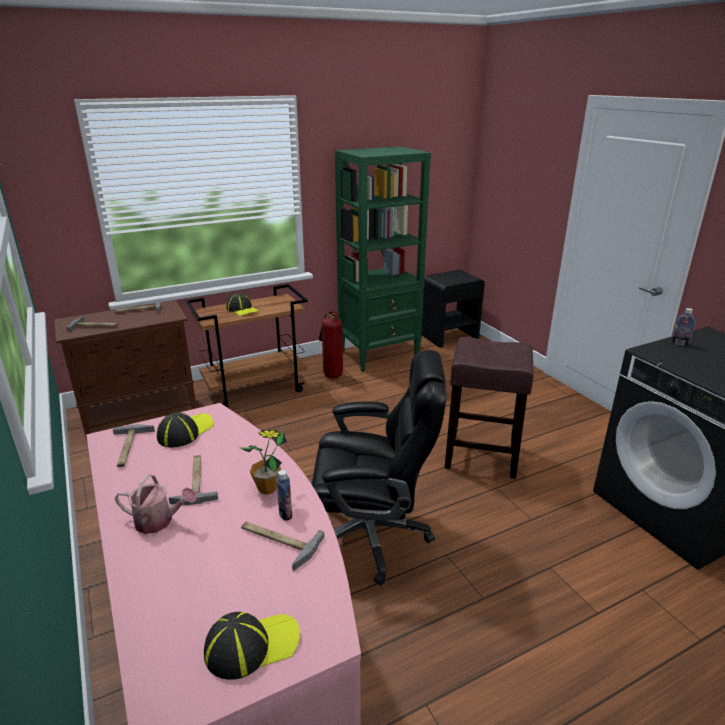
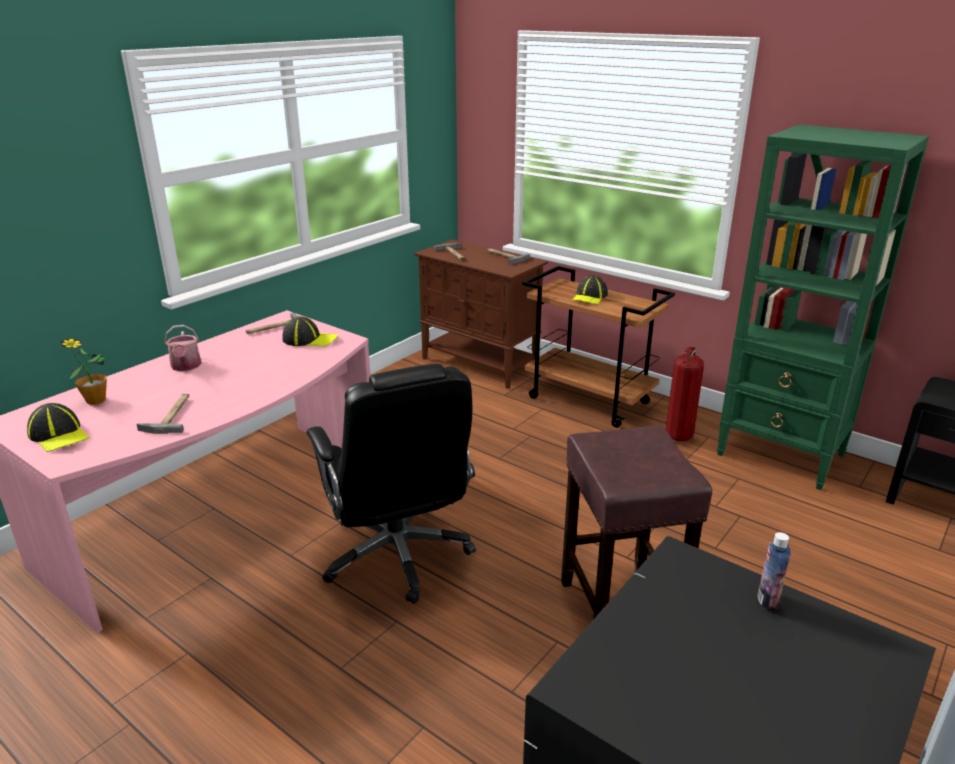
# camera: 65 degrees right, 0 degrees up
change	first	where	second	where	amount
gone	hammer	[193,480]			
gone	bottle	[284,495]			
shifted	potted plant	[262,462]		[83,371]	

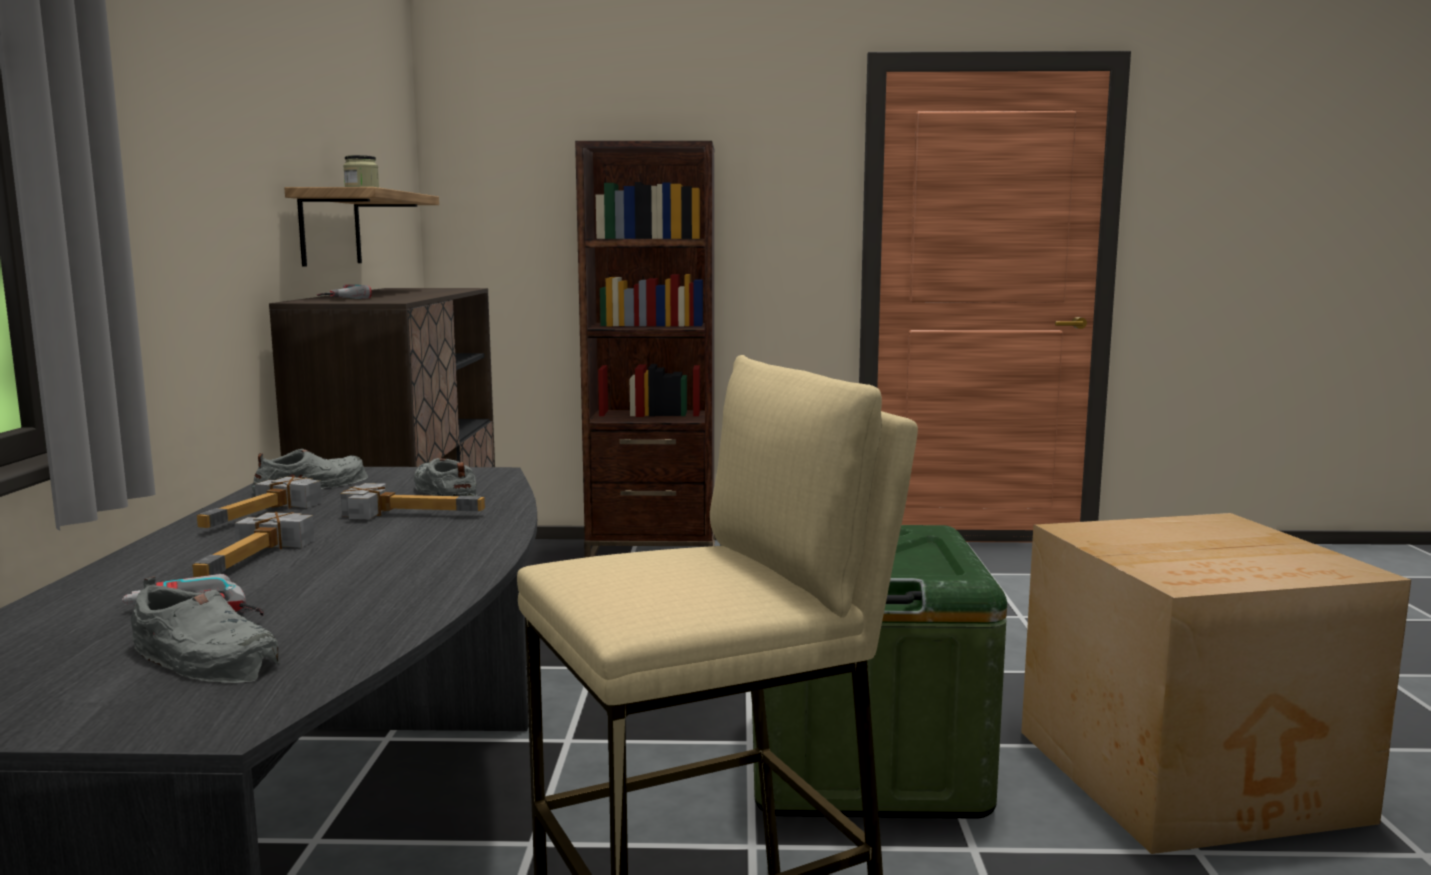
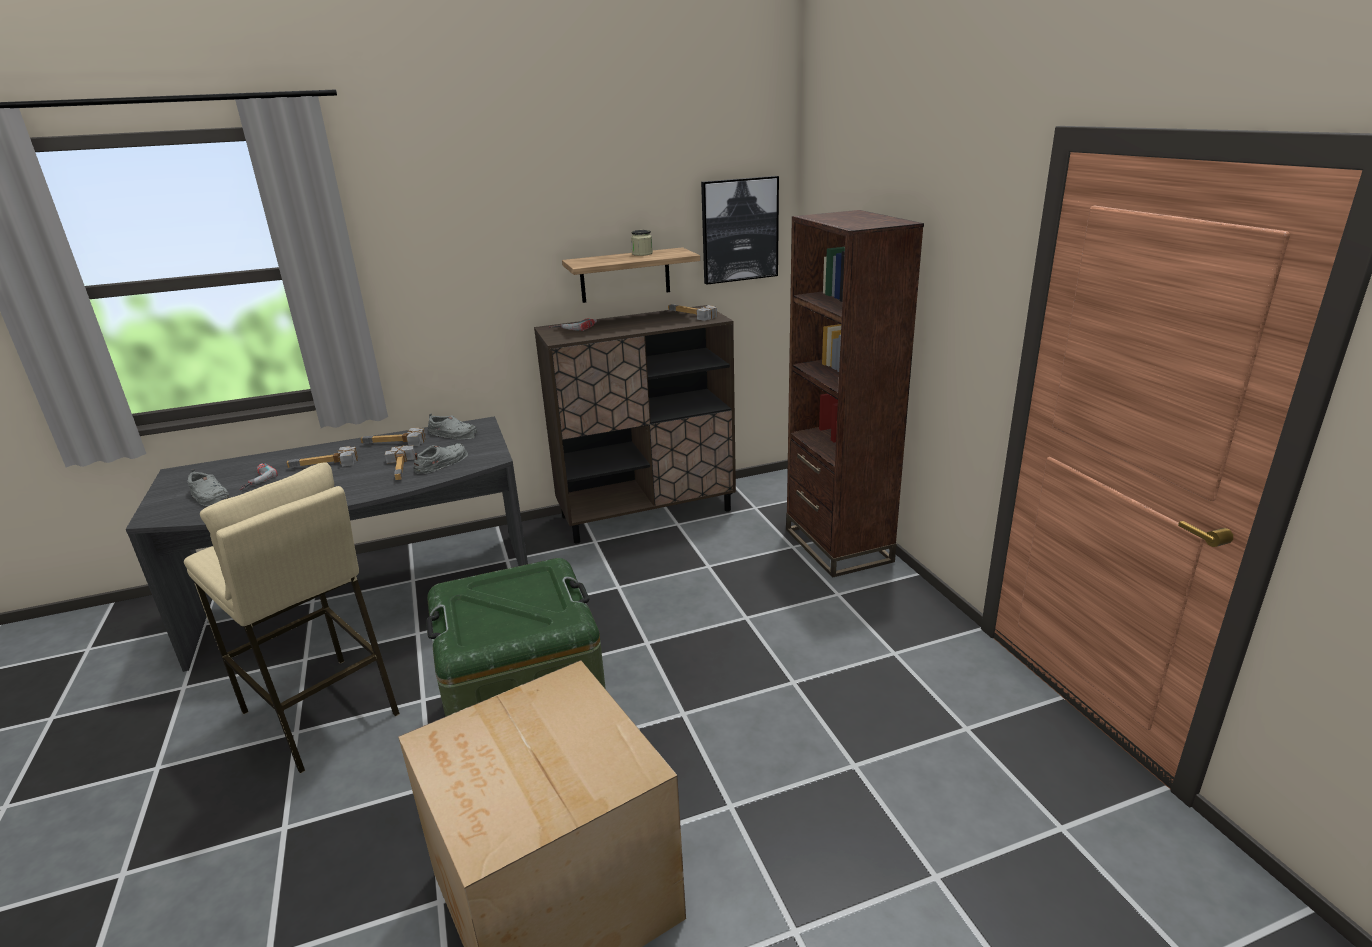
# camera: 70 degrees right, 15 degrees up
change	first	where	second	where	amount
new			hammer	[692,312]	
new			picture	[740,230]	
rotated	grey shoe	[204,629]		[208,487]	60 degrees counterclockwise

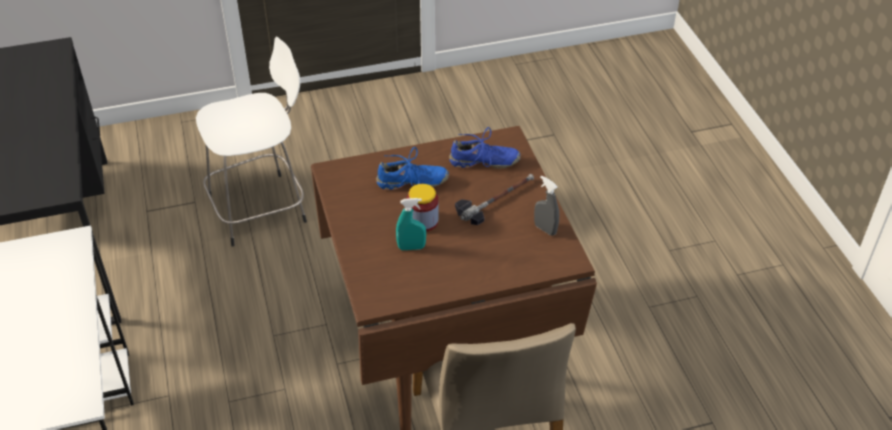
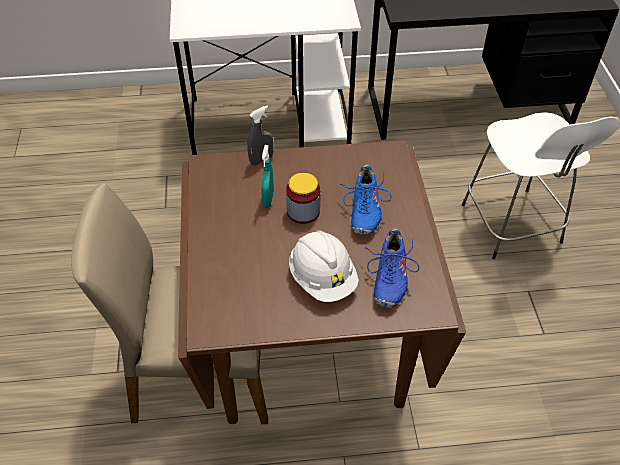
# camera: 100 degrees right, 5 degrees up
change	first	where	second	where	amount
shifted	grey spray bottle	[546,205]		[260,136]	
swapped	hammer	[494,199]	white hard hat	[324,266]	

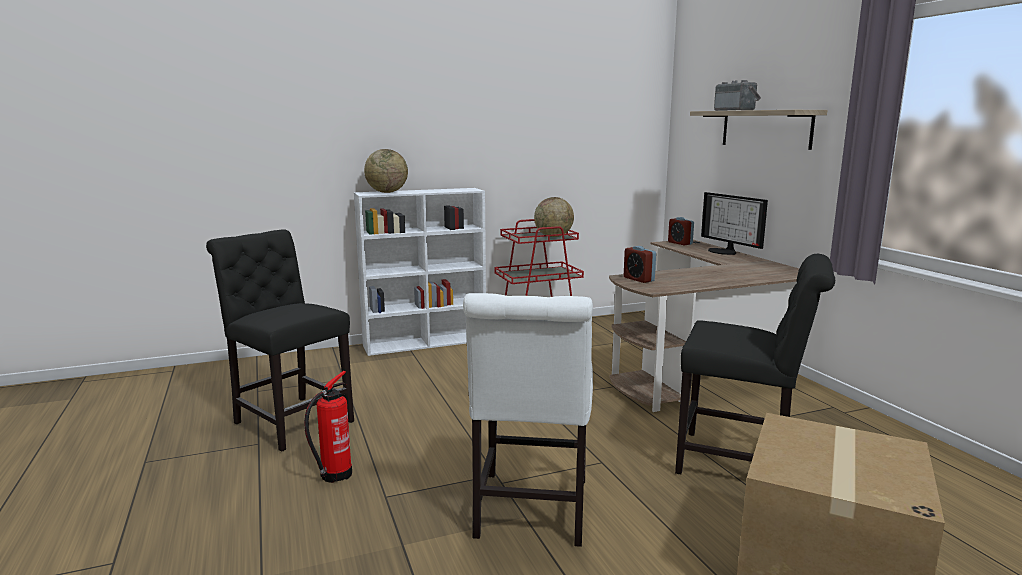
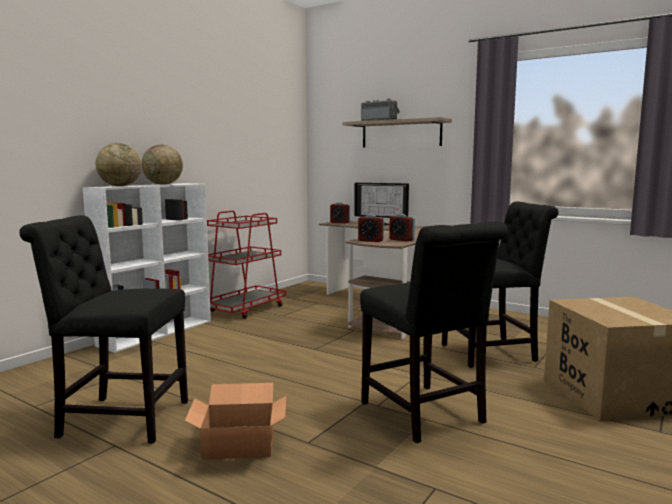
# camera: 35 degrees left, 5 degrees down
change	first	where	second	where	amount
new			alarm clock	[402,228]	
shifted	globe	[554,217]		[162,165]	
swapped	fire extinguisher	[328,427]	cardboard box	[235,421]	
repainted	white chair	[528,420]	black chair	[434,332]	

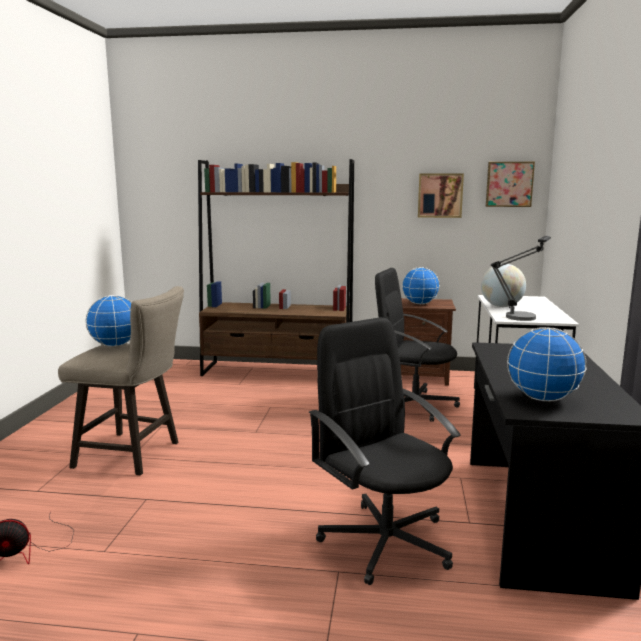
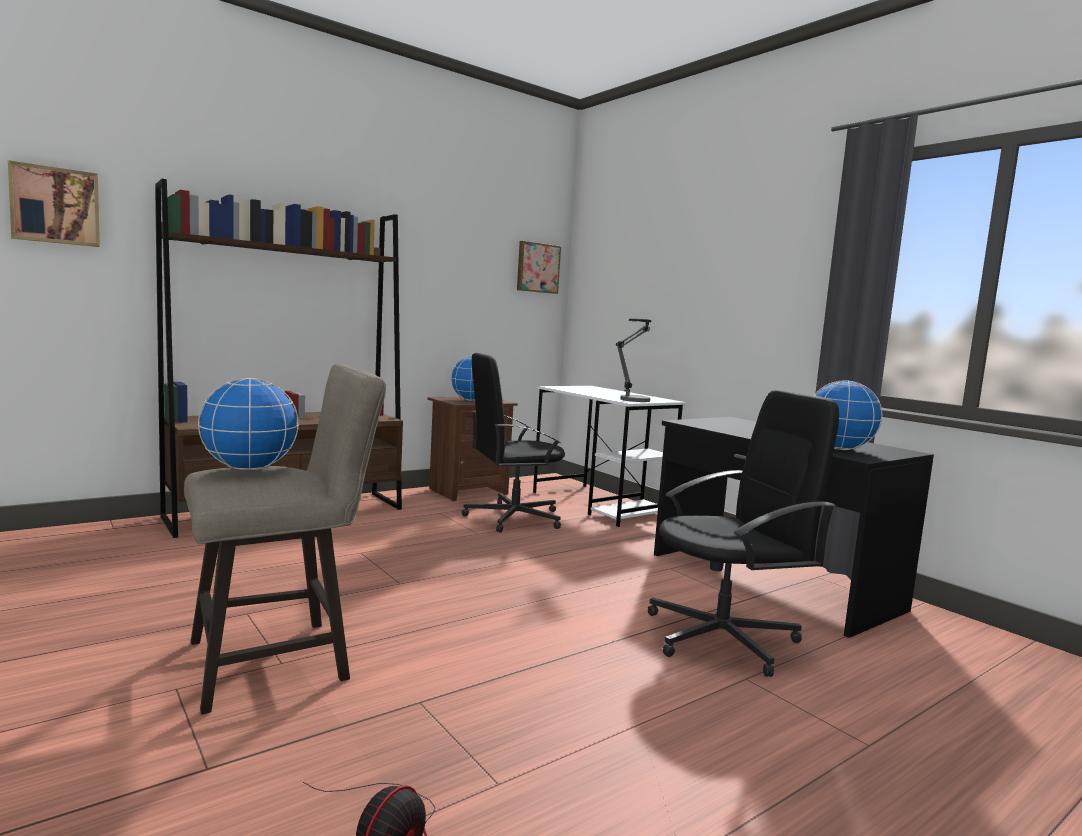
# camera: 45 degrees left, 5 degrees down
change	first	where	second	where	amount
gone	globe	[503,285]			
shifted	picture	[441,195]		[54,203]	
rotated	black office chair	[384,451]		[743,533]	150 degrees clockwise

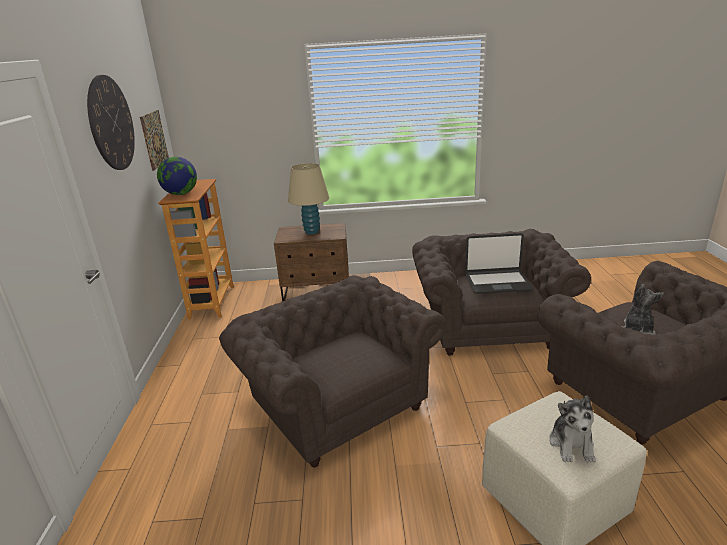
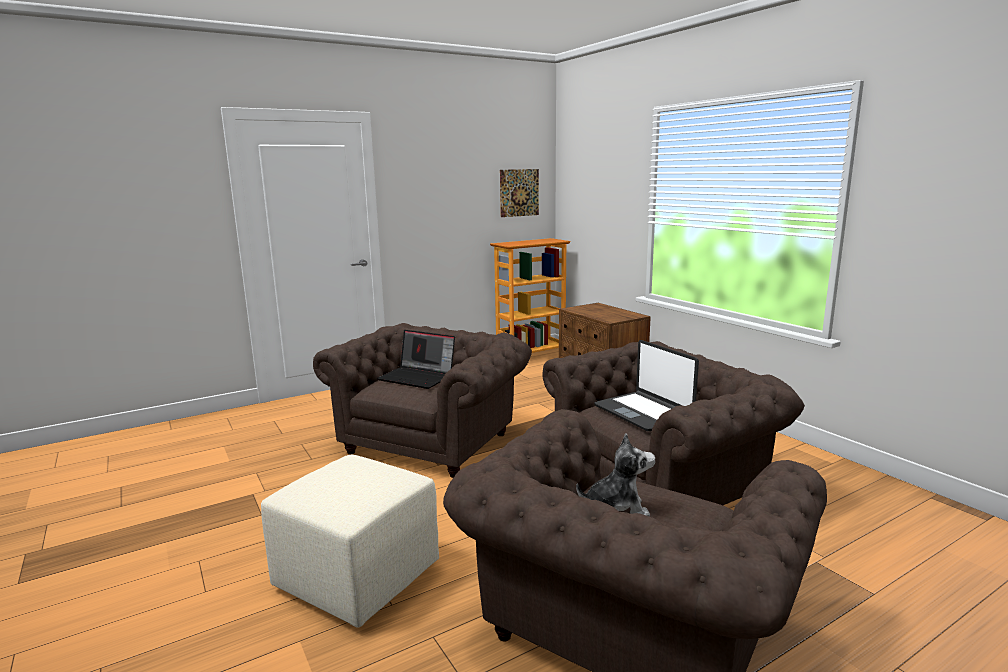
# camera: 60 degrees right, 10 degrees down
change	first	where	second	where	amount
gone	wall clock	[111,122]			
gone	globe	[177,176]			
gone	beige table lamp	[308,198]			
gone	plush toy	[572,429]			
new			laptop	[416,359]	

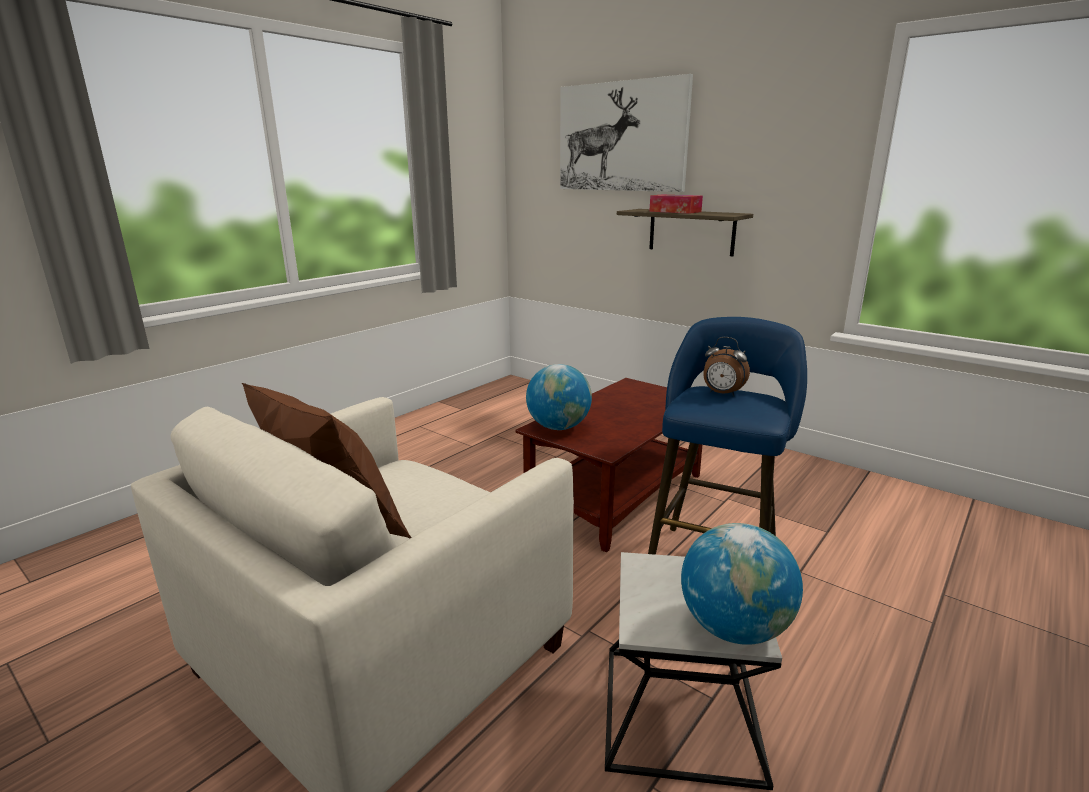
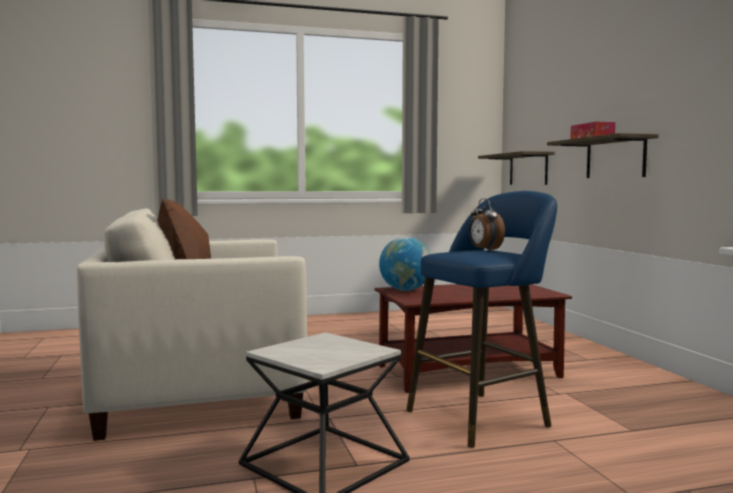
# camera: 35 degrees right, 15 degrees down
change	first	where	second	where	amount
gone	picture	[626,133]			
gone	globe	[742,584]			
new			shelf	[516,168]	

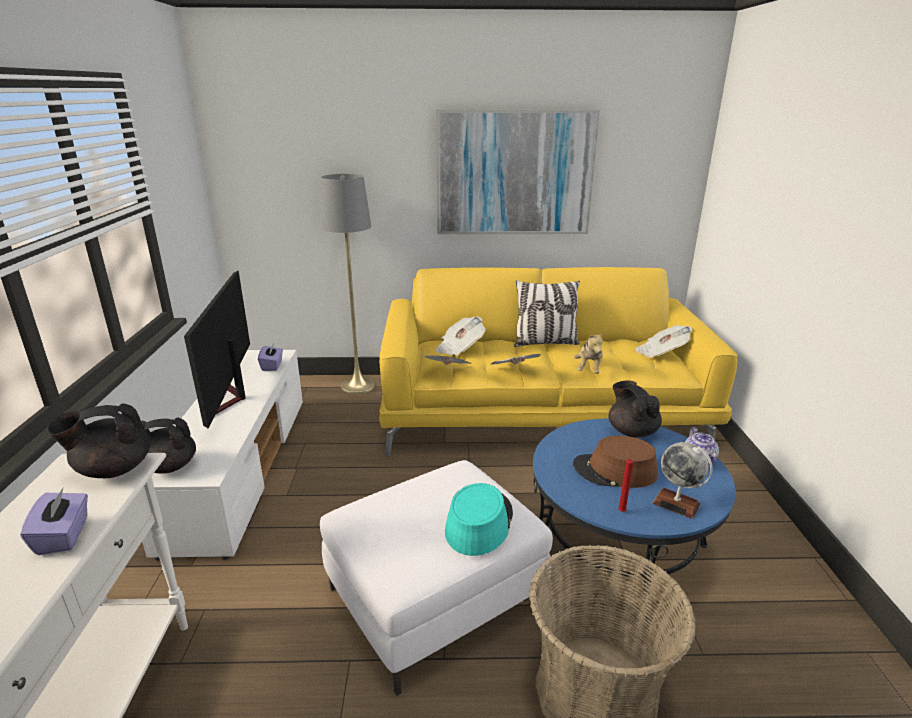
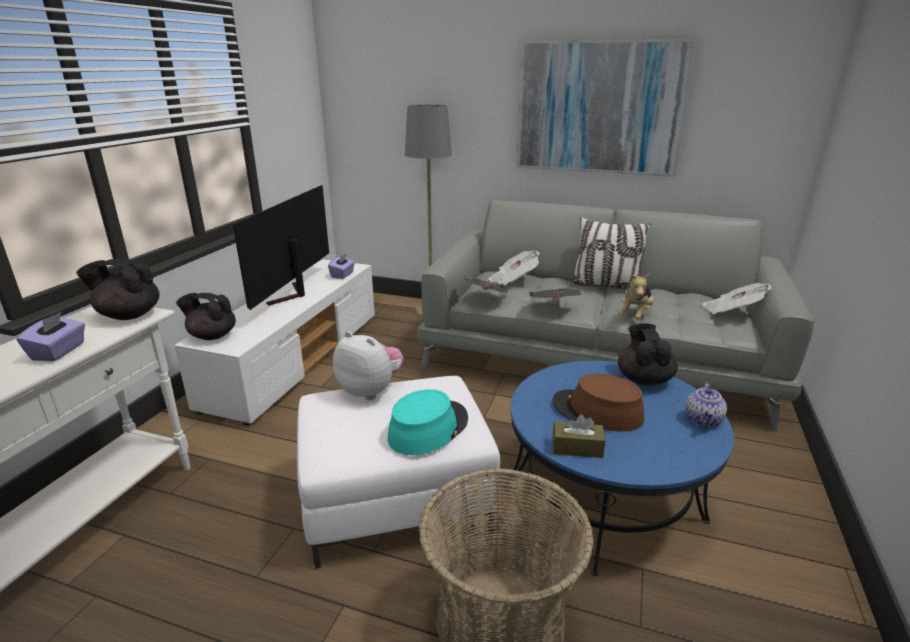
# camera: 20 degrees right, 0 degrees up
change	first	where	second	where	amount
gone	globe	[682,480]			
new			plush toy	[368,365]	
swapped	red candle	[625,481]	brown tissue box	[579,436]	
repainted	yellow sofa	[558,362]	grey sofa	[616,316]	

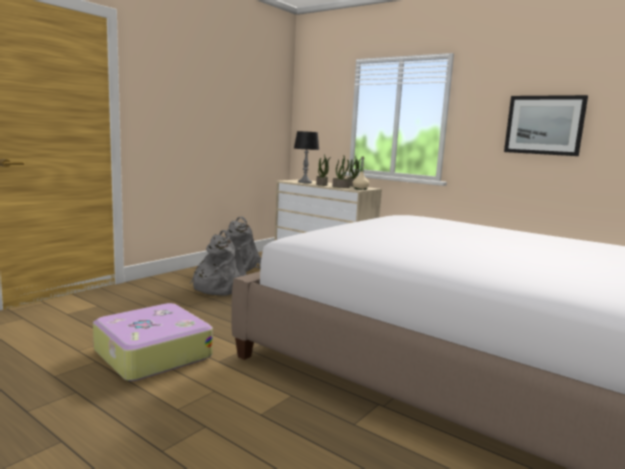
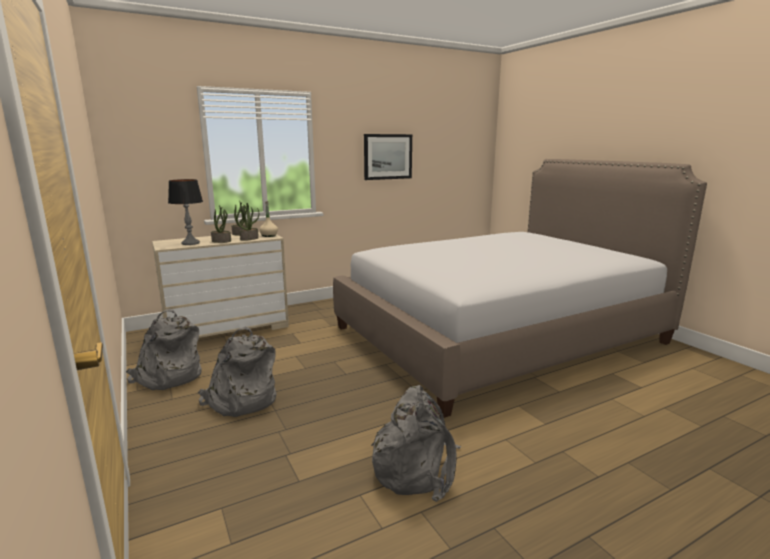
# camera: 65 degrees left, 5 degrees up
change	first	where	second	where	amount
swapped	suitcase	[153,342]	grey backpack	[416,443]	

